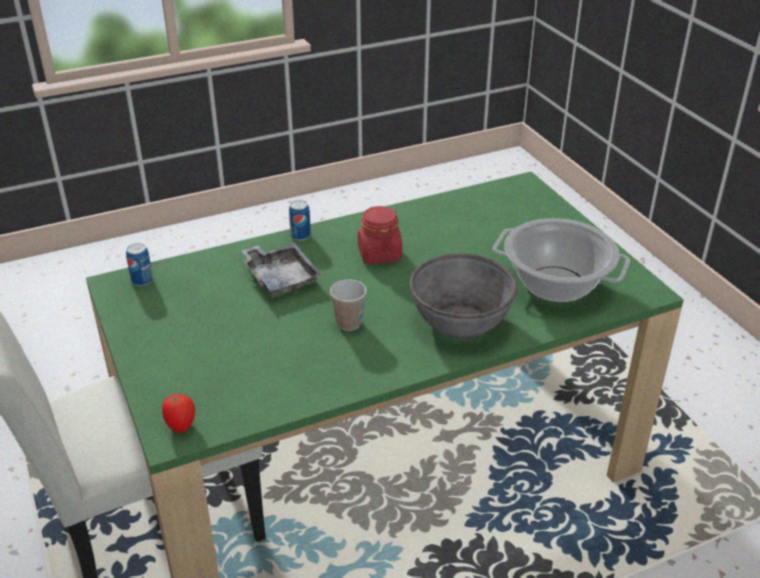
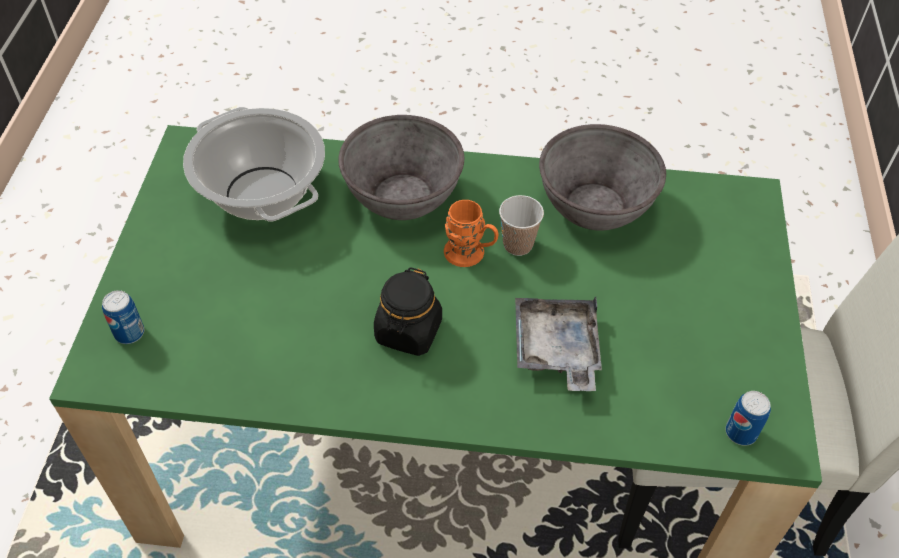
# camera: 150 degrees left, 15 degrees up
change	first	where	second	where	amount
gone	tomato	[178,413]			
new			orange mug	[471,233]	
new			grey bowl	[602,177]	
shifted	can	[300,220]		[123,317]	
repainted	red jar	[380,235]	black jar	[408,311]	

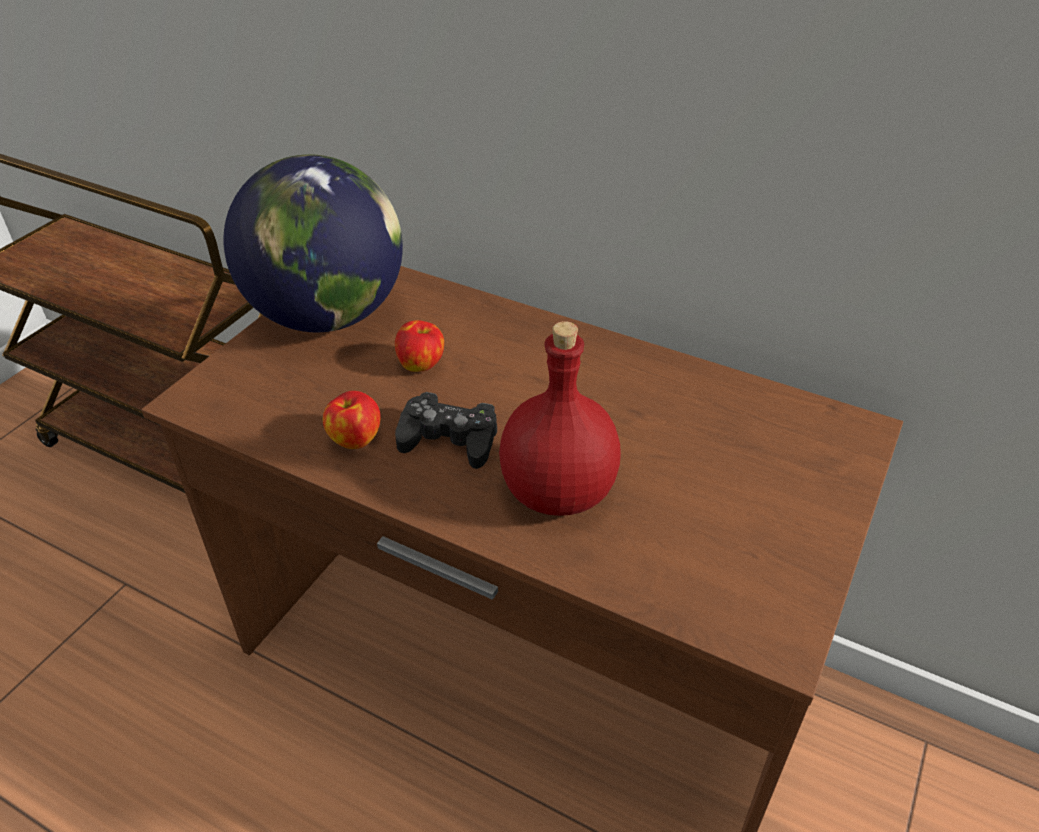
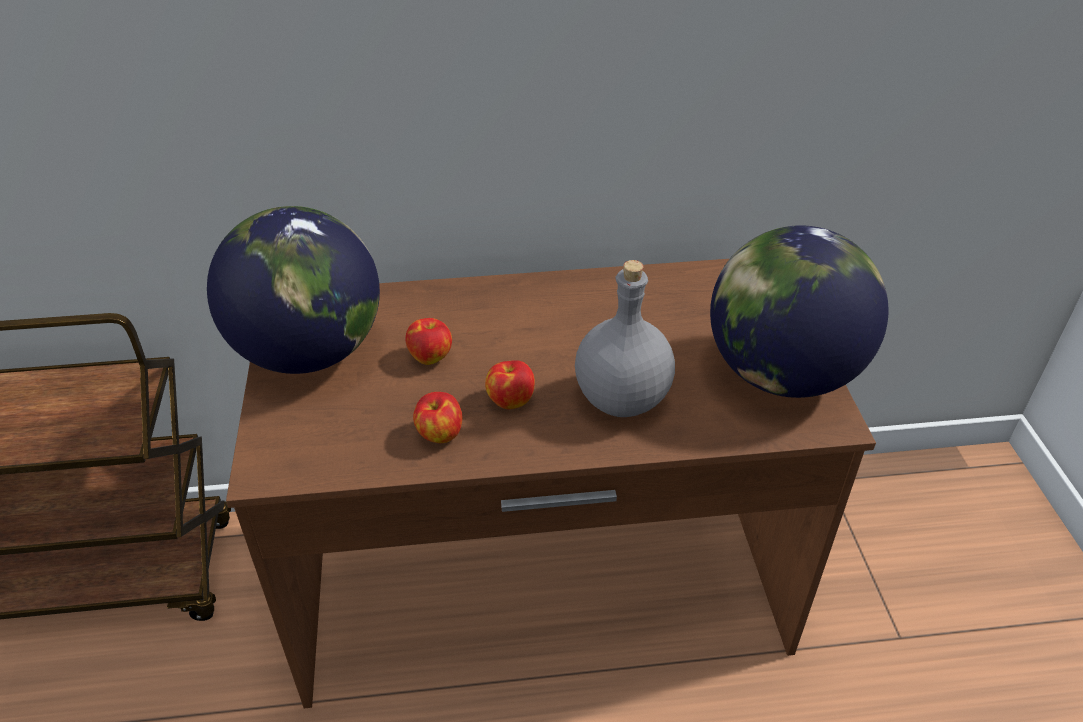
# camera: 35 degrees left, 0 degrees up
change	first	where	second	where	amount
new			globe	[799,312]	
swapped	black game controller	[446,430]	apple	[510,384]	
repainted	red bottle	[560,418]	grey bottle	[625,338]	

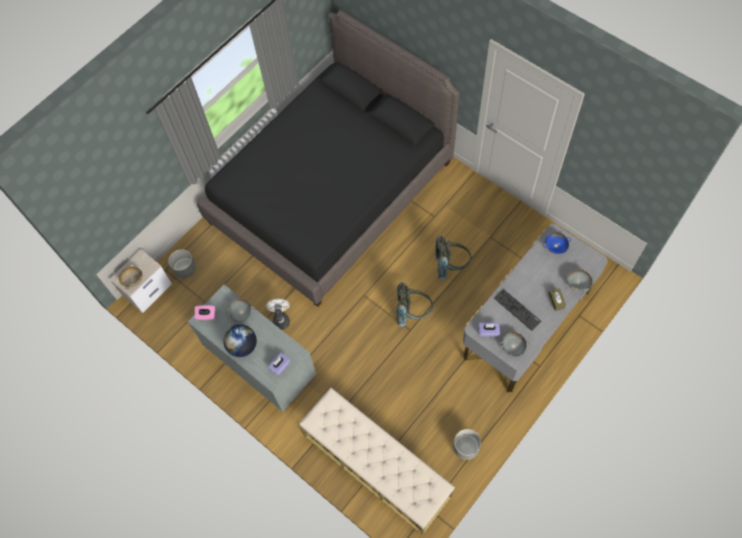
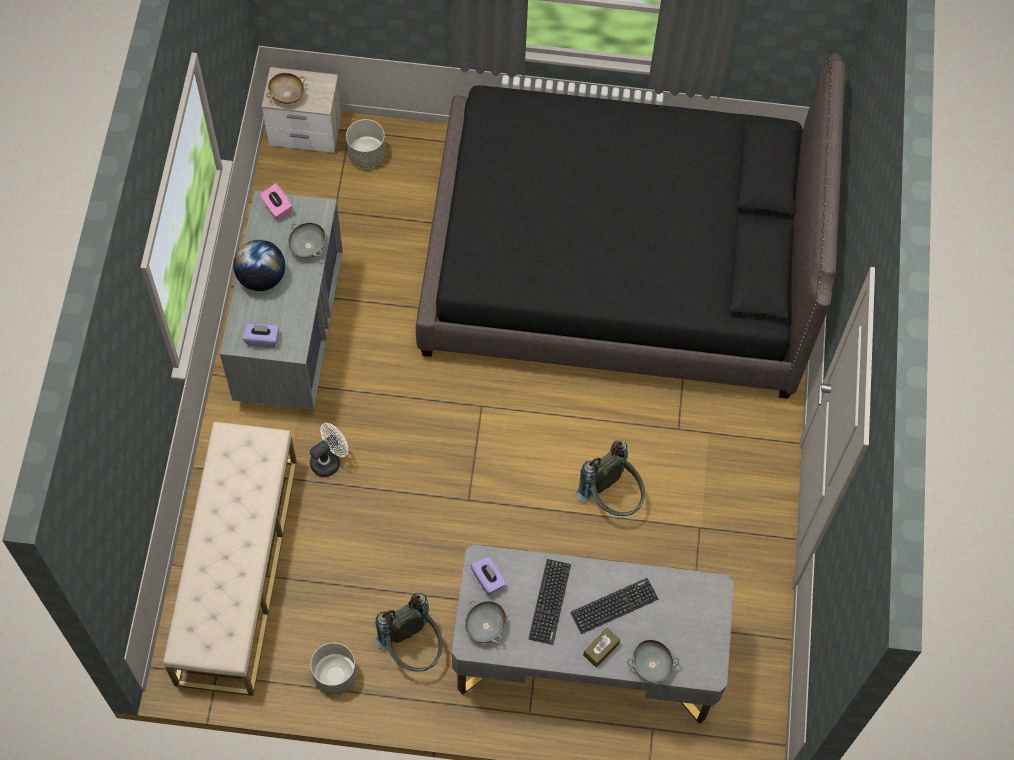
# camera: 50 degrees right, 0 degrees up
change	first	where	second	where	amount
gone	blue bowl	[557,243]			
new			keyboard	[614,606]	
shifted	white fan	[278,314]		[329,450]	
shifted	grey backpack	[414,304]		[409,632]	

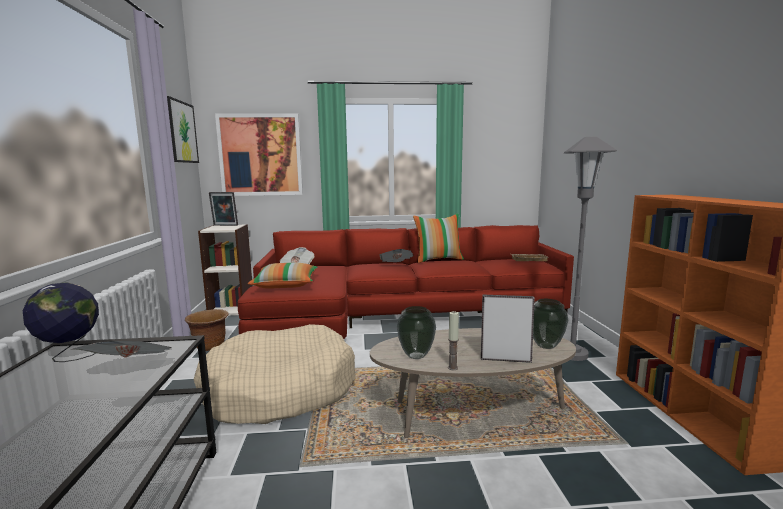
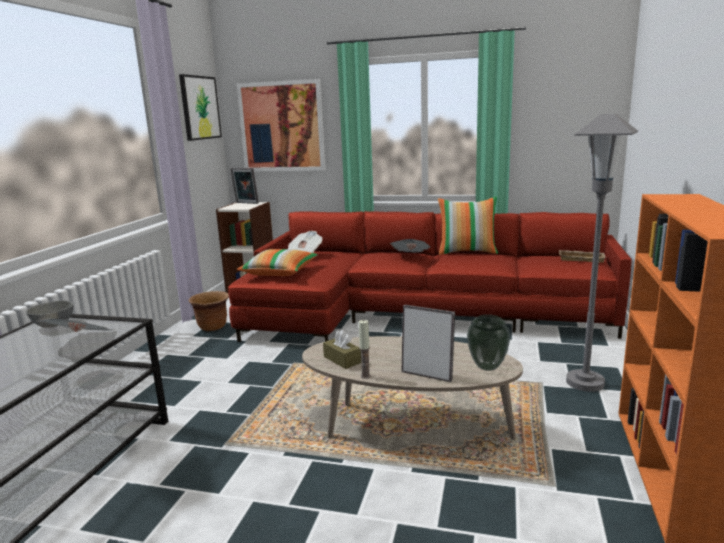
# camera: 20 degrees right, 5 degrees up
change	first	where	second	where	amount
gone	beige dog bed	[274,374]			
swapped	globe	[61,322]	grey bowl	[50,314]	
swapped	vase	[416,332]	brown tissue box	[342,349]	

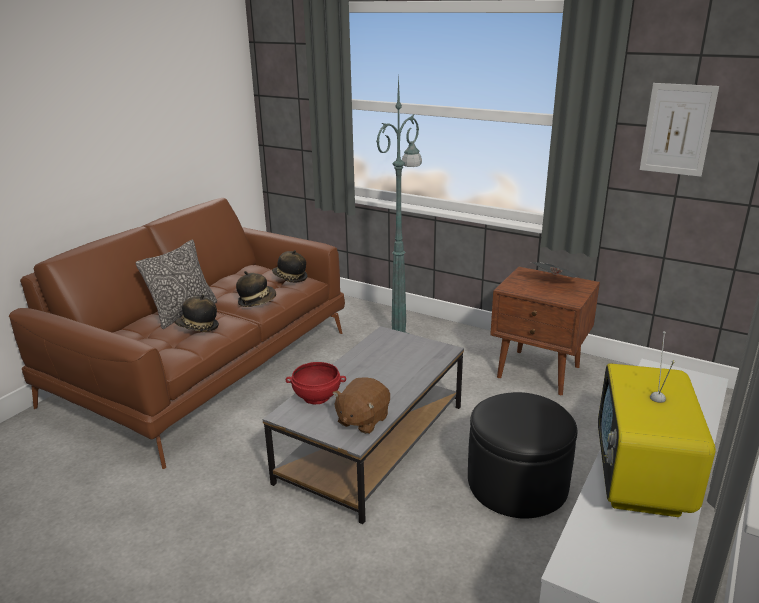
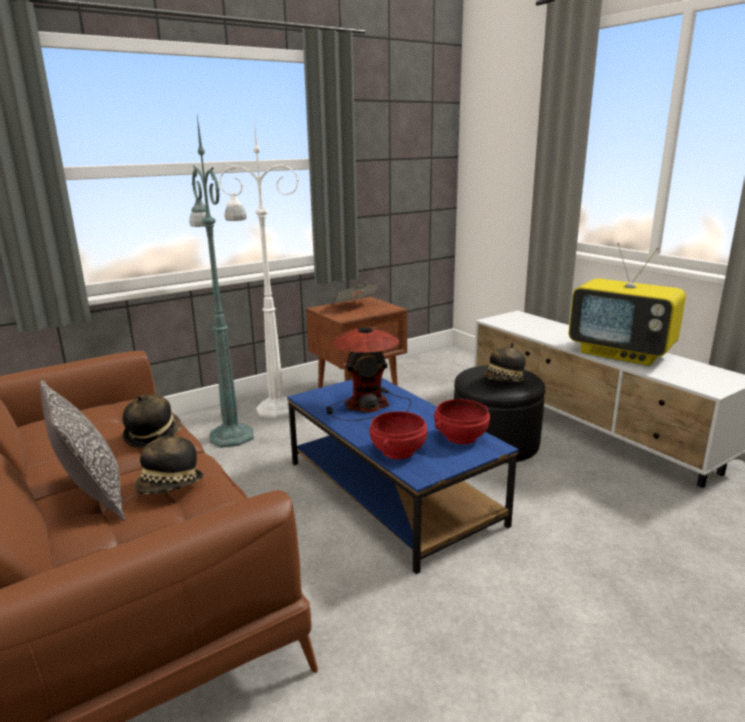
# camera: 65 degrees left, 5 degrees down
change	first	where	second	where	amount
gone	picture	[679,130]			
new			white floor lamp	[259,268]	
new			table lamp	[368,374]	
shifted	hat	[290,266]		[505,362]	
swapped	brown plush toy	[361,405]	red bowl	[462,421]	
repainted	grey coffee table	[363,425]	blue coffee table	[402,476]	

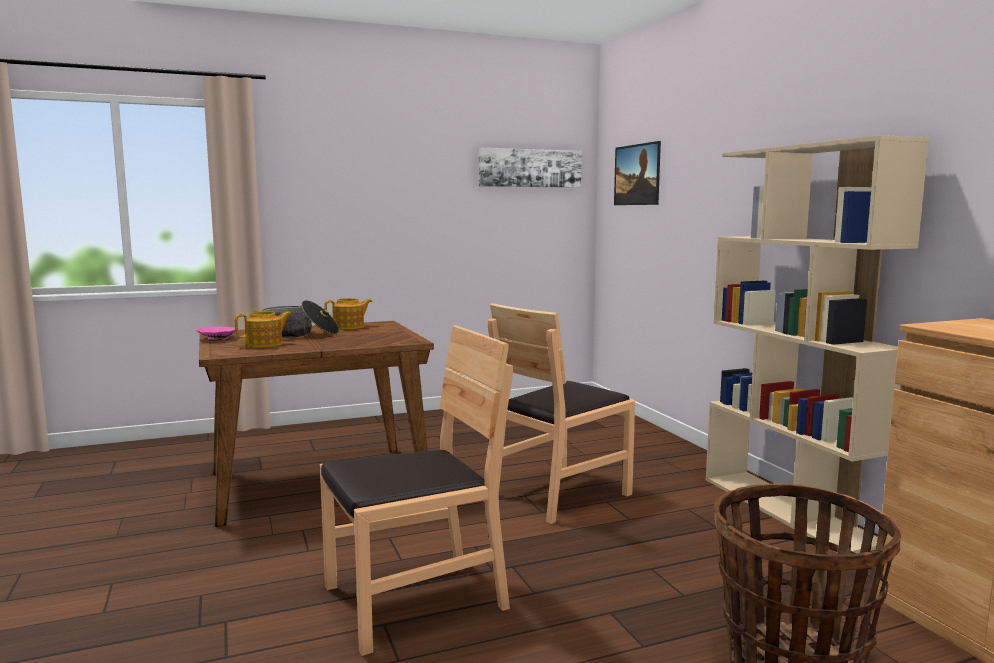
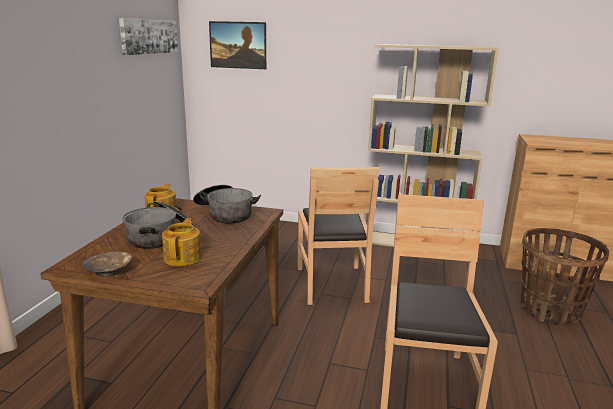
# camera: 55 degrees left, 10 degrees up
change	first	where	second	where	amount
new			cooking pot	[227,204]	
repainted	pink bowl	[217,333]	brown bowl	[107,264]	

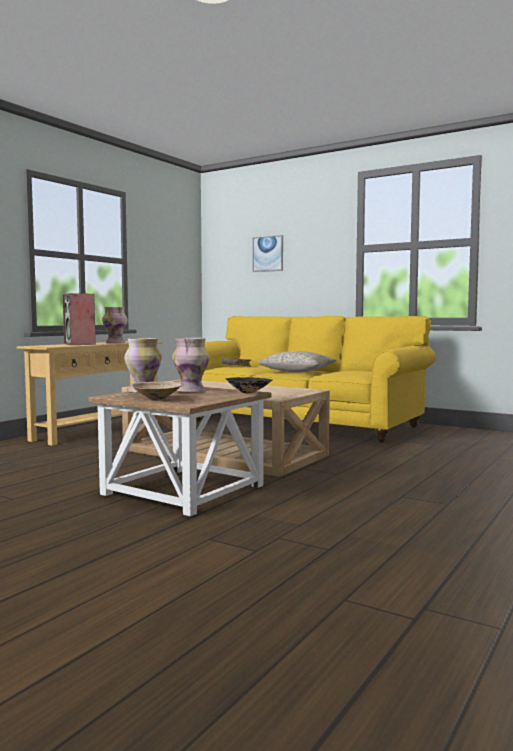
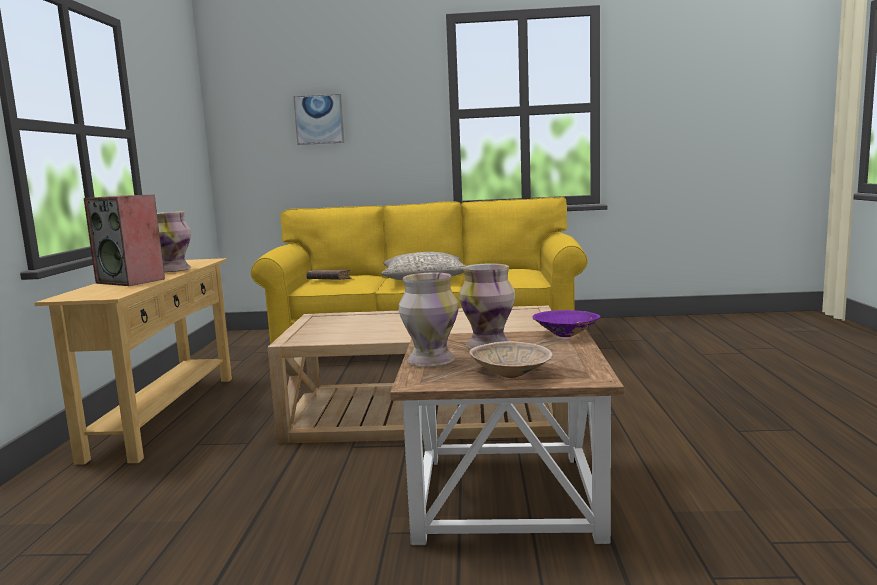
# camera: 30 degrees left, 5 degrees up
change	first	where	second	where	amount
repainted	black bowl	[249,385]	purple bowl	[566,323]	

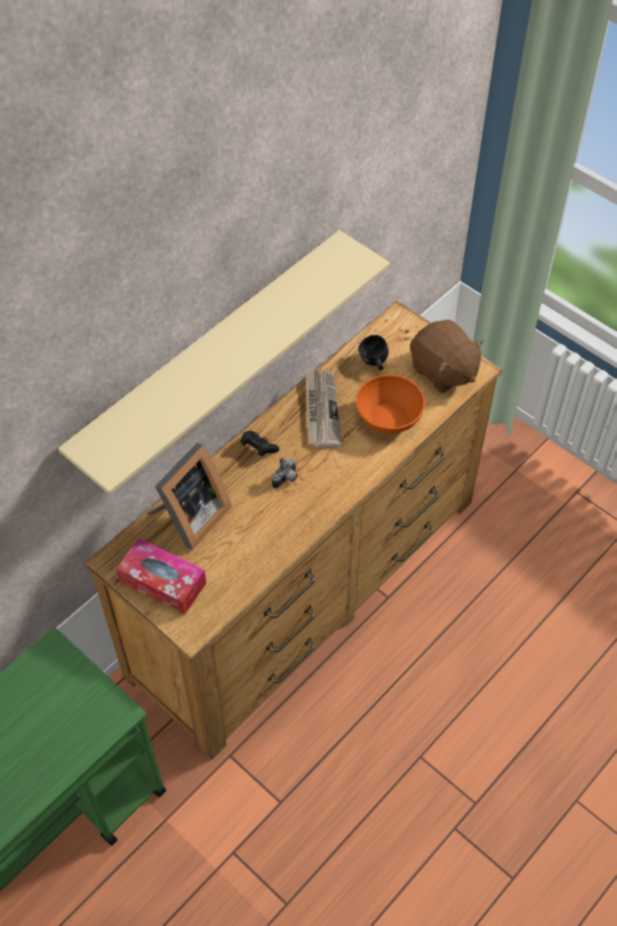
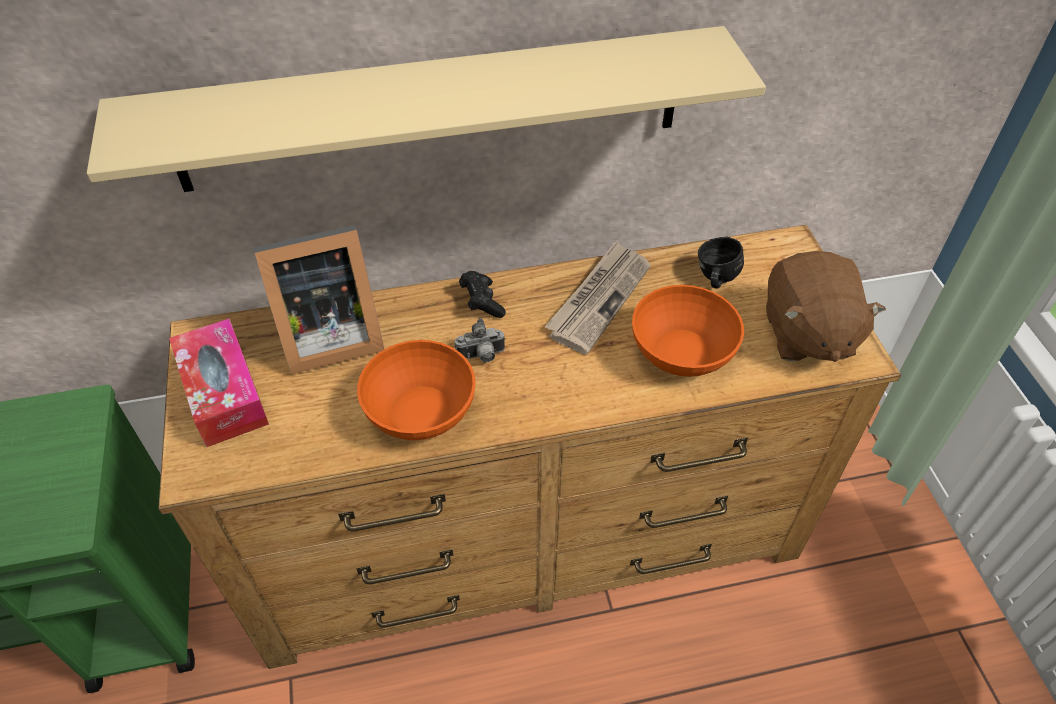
# camera: 35 degrees right, 5 degrees down
change	first	where	second	where	amount
new			orange bowl	[416,390]	

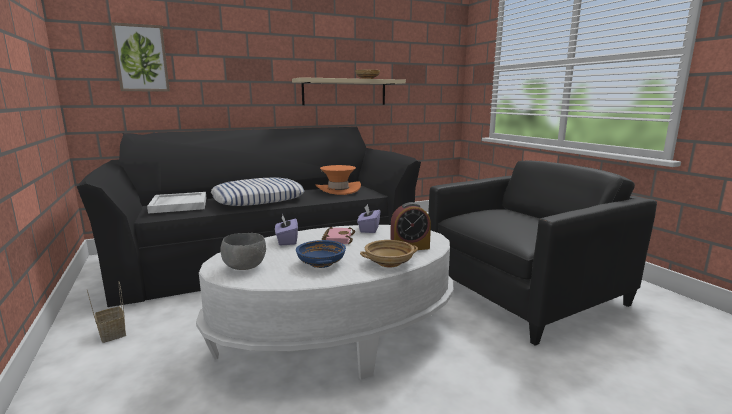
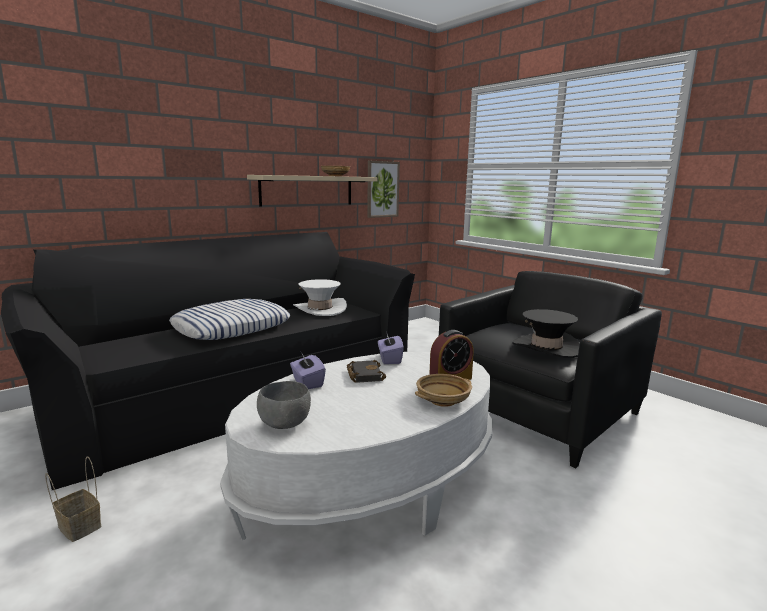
# camera: 15 degrees left, 0 degrees up
change	first	where	second	where	amount
gone	white tray	[176,203]			
gone	blue bowl	[321,254]			
new			black hat	[546,333]	
shifted	picture	[140,57]		[383,189]	
repainted	orange hat	[338,180]	white hat	[320,297]	
repainted	pink book	[338,235]	black book	[366,371]	

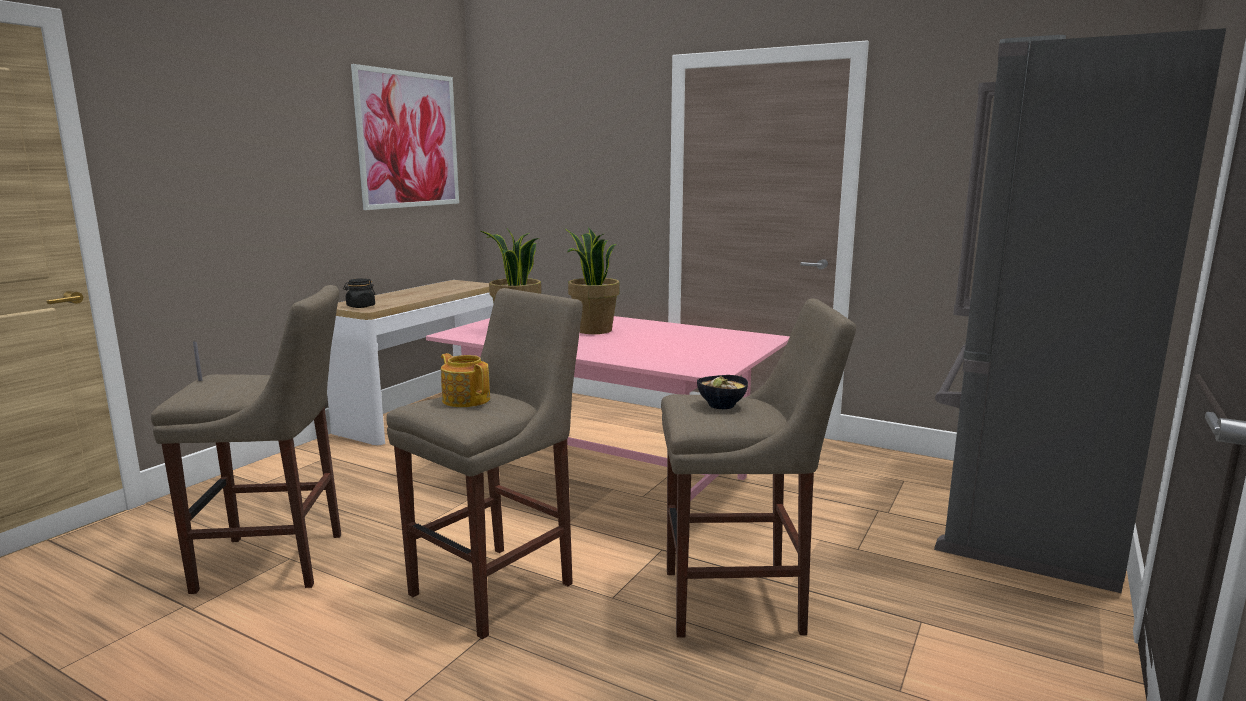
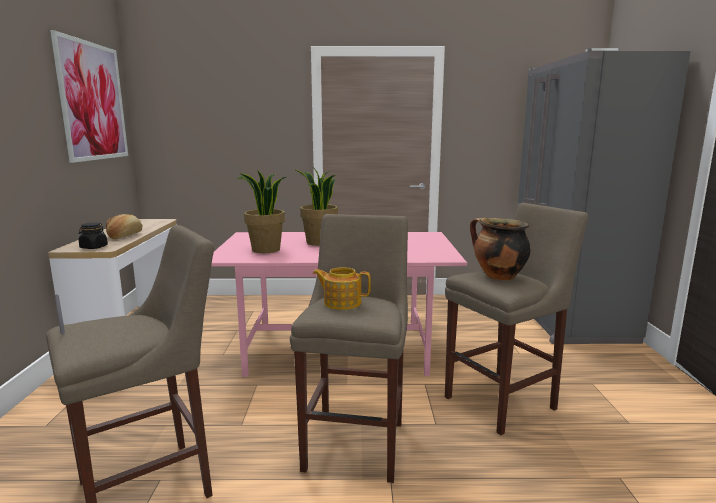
# camera: 30 degrees left, 0 degrees up
change	first	where	second	where	amount
new			bread	[124,226]	
swapped	bowl	[722,392]	cooking pot	[500,248]	

